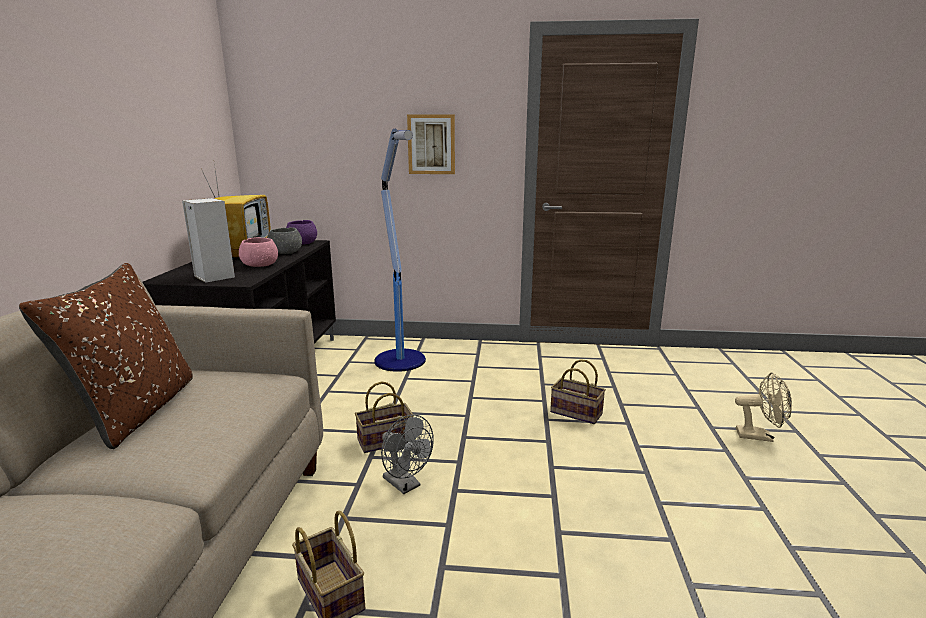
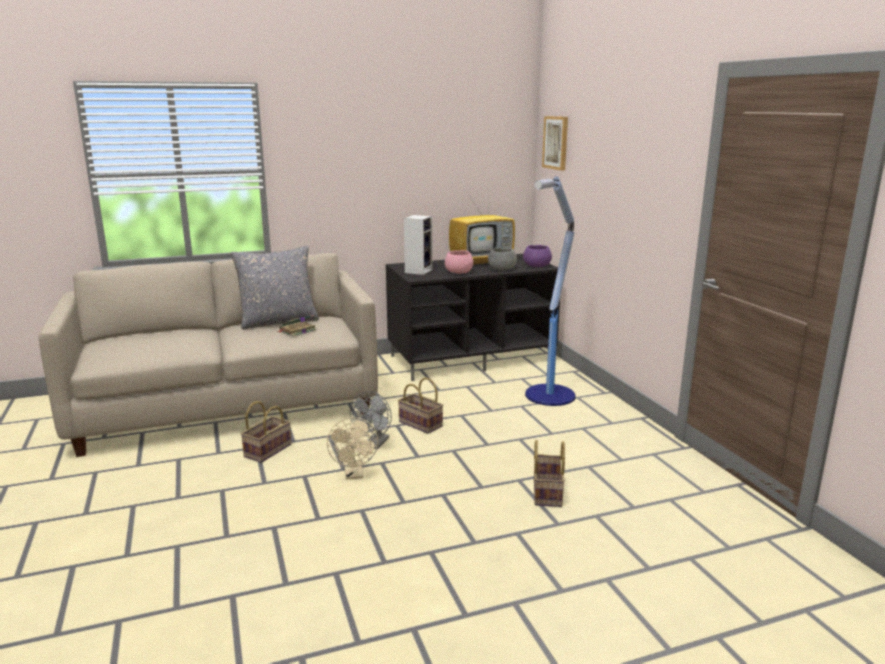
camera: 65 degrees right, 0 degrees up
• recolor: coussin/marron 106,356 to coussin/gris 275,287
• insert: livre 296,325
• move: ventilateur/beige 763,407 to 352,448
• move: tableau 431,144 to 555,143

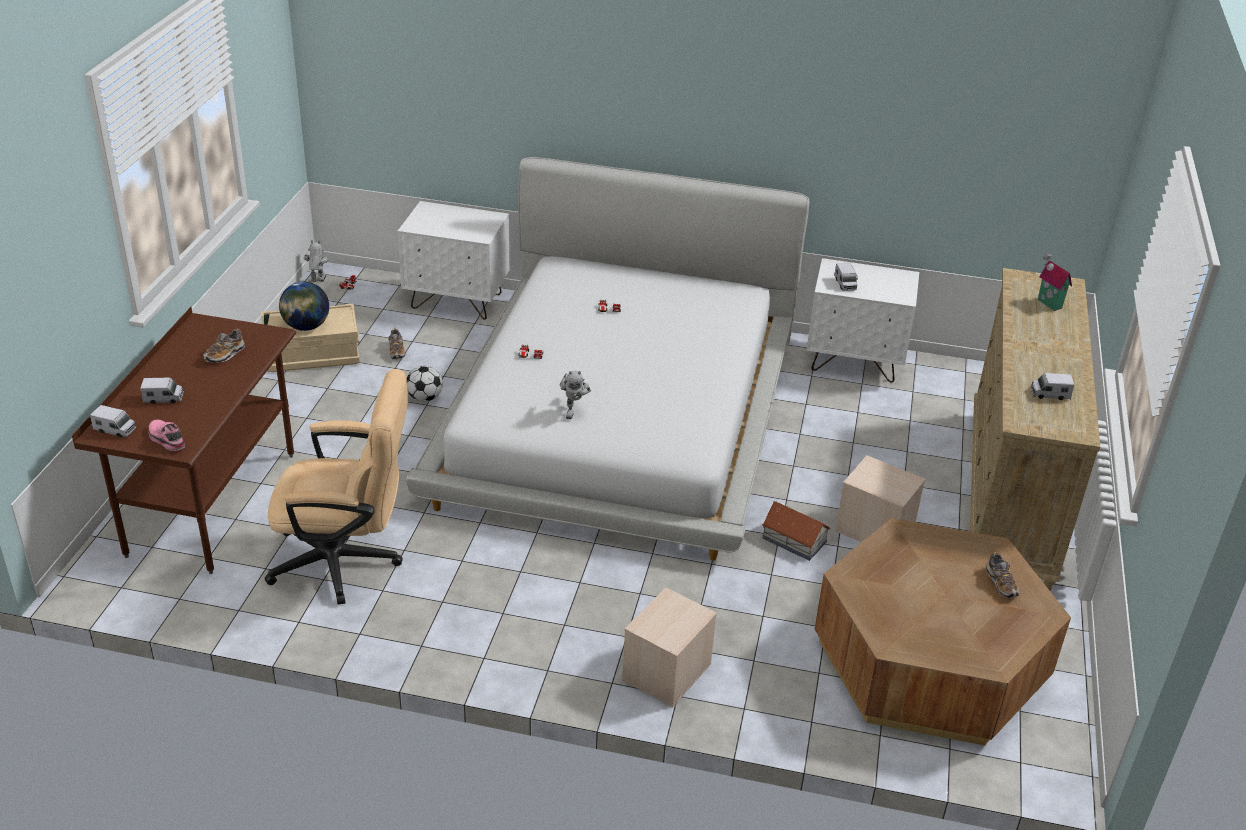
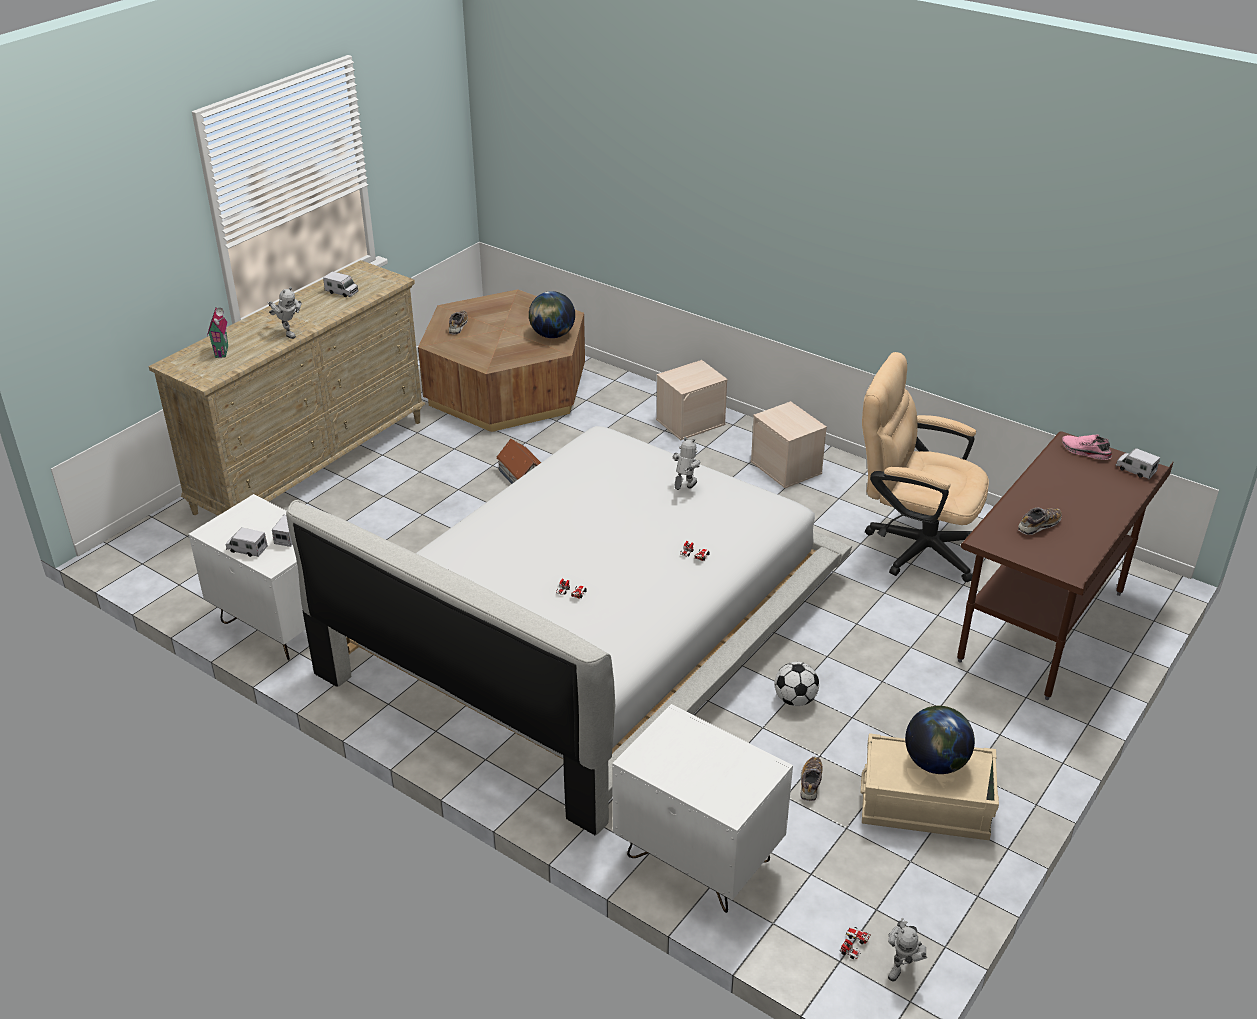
camera: 155 degrees left, 0 degrees up
• move: camion jouet 162,391 to 247,542
• insert: robot jouet 284,313
• insert: globe 552,314
• move: boîte de rangement/beige 880,498 to 788,444
• rotate: chaussure/rose 167,435 = 1087,447 150 degrees clockwise

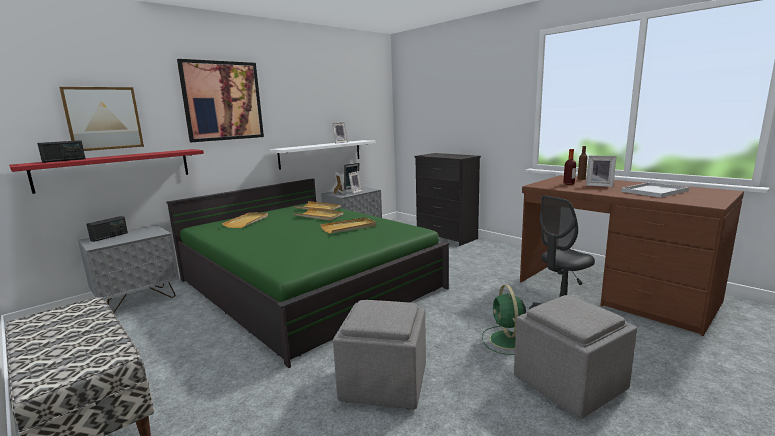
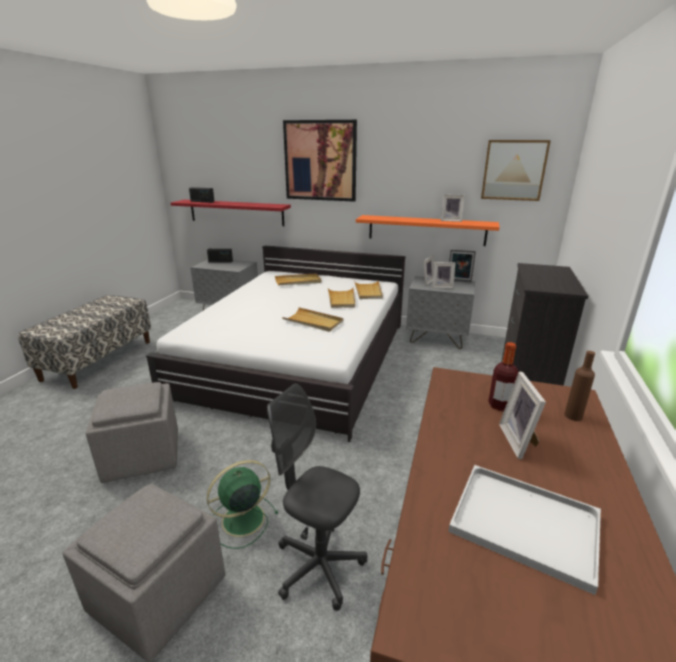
camera: 60 degrees right, 10 degrees up
• recolor: lit/vert 308,273 to lit/blanc 276,343
• recolor: étagère/blanc 323,155 to étagère/orange 428,230
• move: tableau 101,119 to 516,170

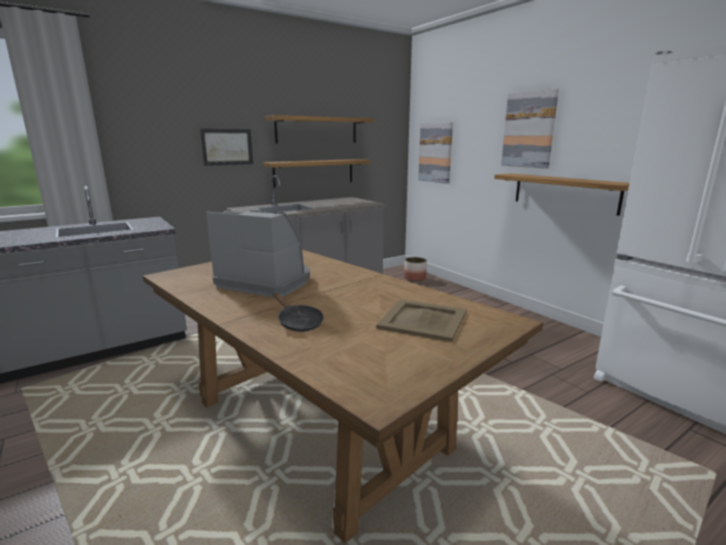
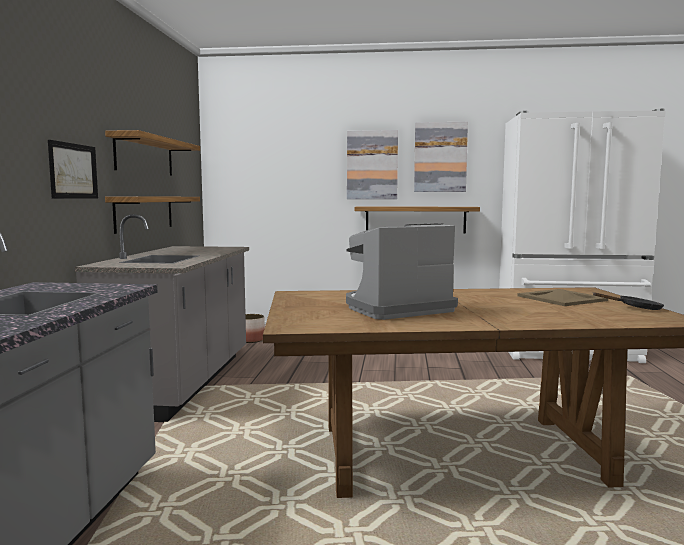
camera: 50 degrees left, 10 degrees down
• move: tableau 435,153 to 441,157
• move: poêle/noir 298,312 to 628,301

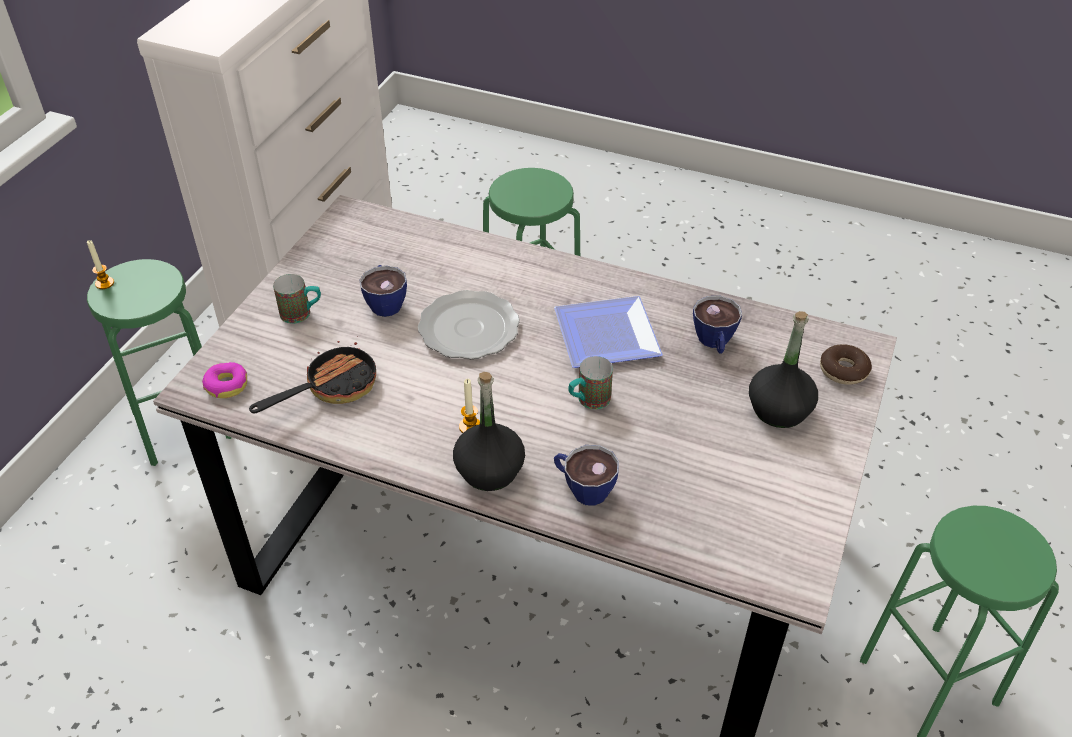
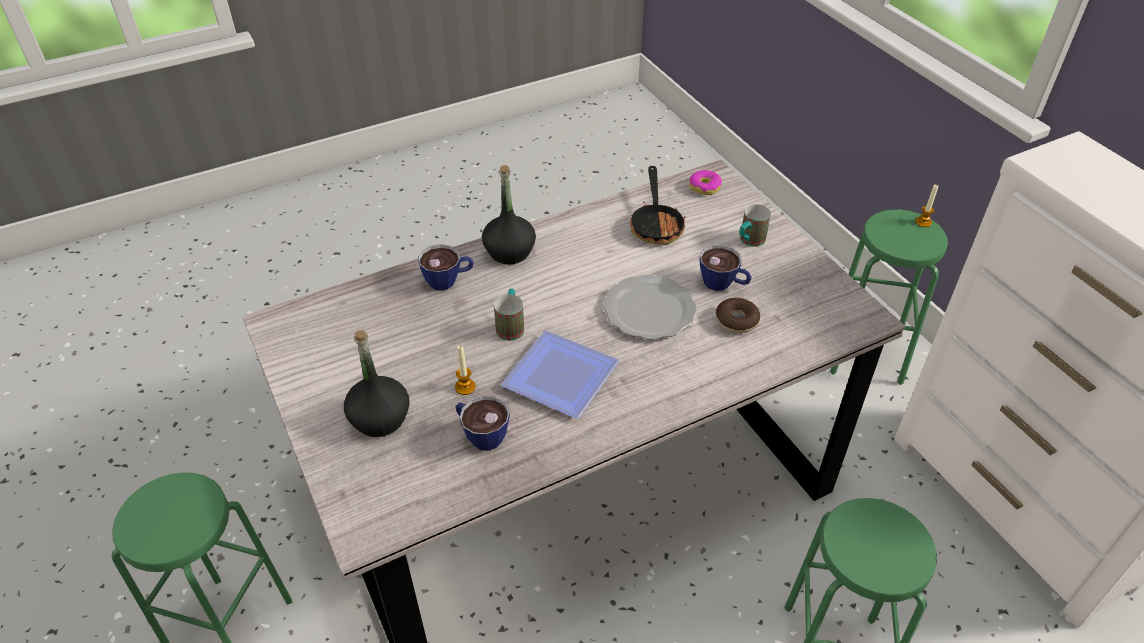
camera: 130 degrees right, 0 degrees up
• move: bougie 469,406 to 465,370
• move: beignet 846,364 to 738,315

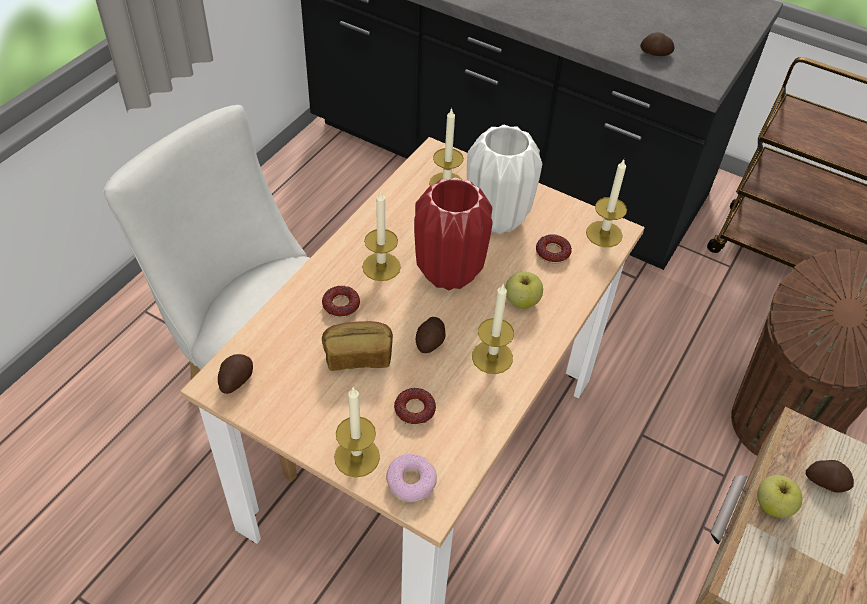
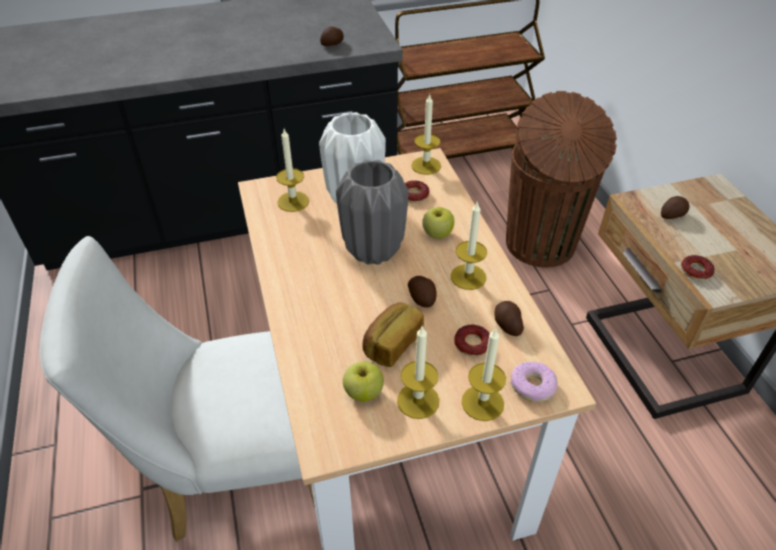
camera: 45 degrees left, 5 degrees down
• recolor: vase/rouge 453,234 to vase/gris 372,212
• move: pomme 780,496 to 363,381
• move: bougie 381,235 to 418,372
• move: pomme de terre 235,374 to 509,318
• move: beignet 341,302 to 698,268

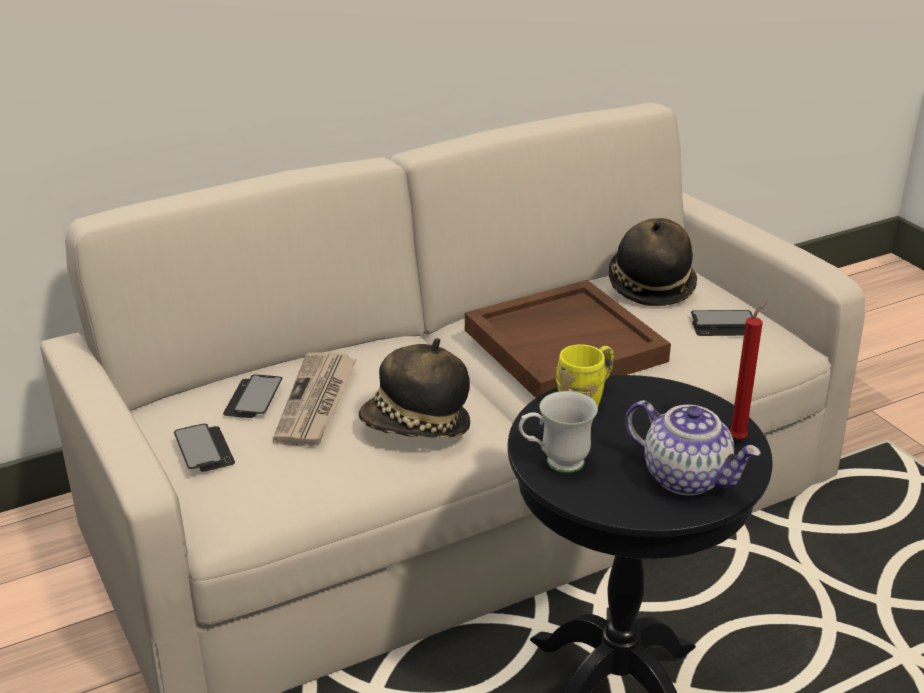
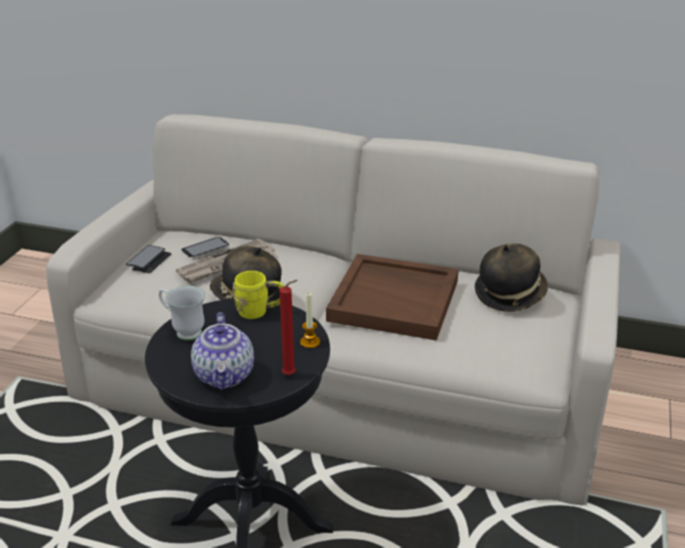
camera: 45 degrees right, 0 degrees up
• insert: bougie 310,320
• delete: téléphone 722,323

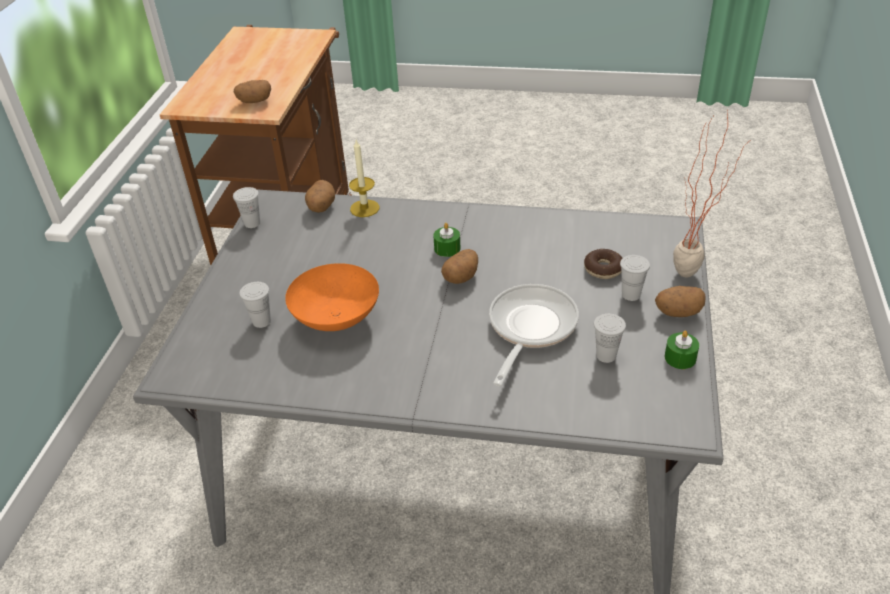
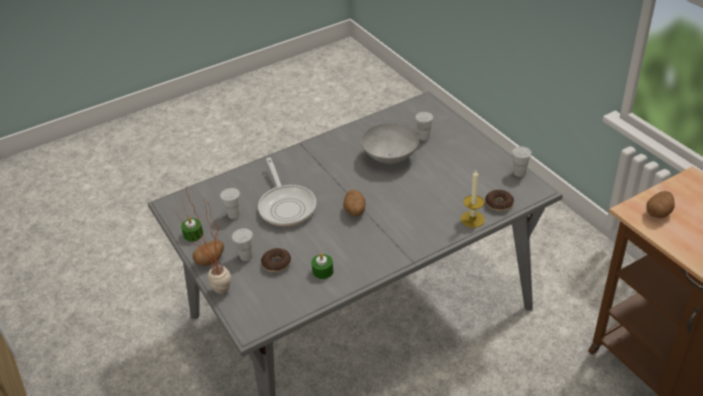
camera: 140 degrees right, 0 degrees up
• move: bougie/vert 447,240 to 322,266
• recolor: bol/orange 332,297 to bol/gris 390,143
• replace: pomme de terre 320,196 to beignet 499,201

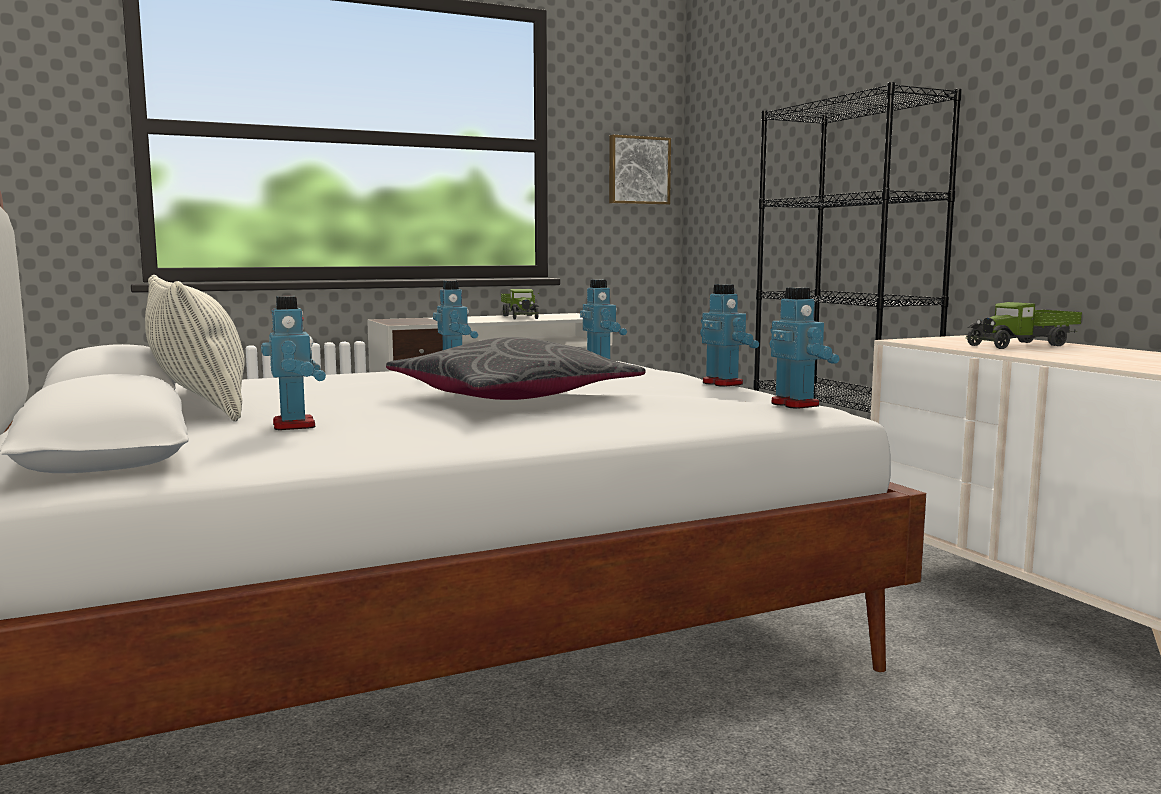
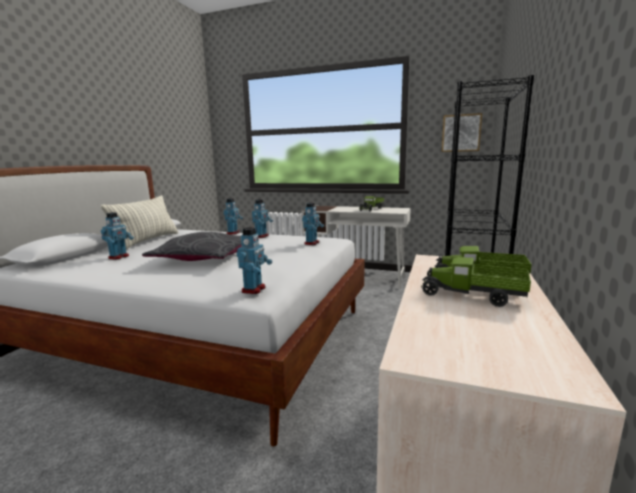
camera: 45 degrees right, 5 degrees up
• move: robot jouet 729,335 to 233,216
• insert: camion jouet 476,282

